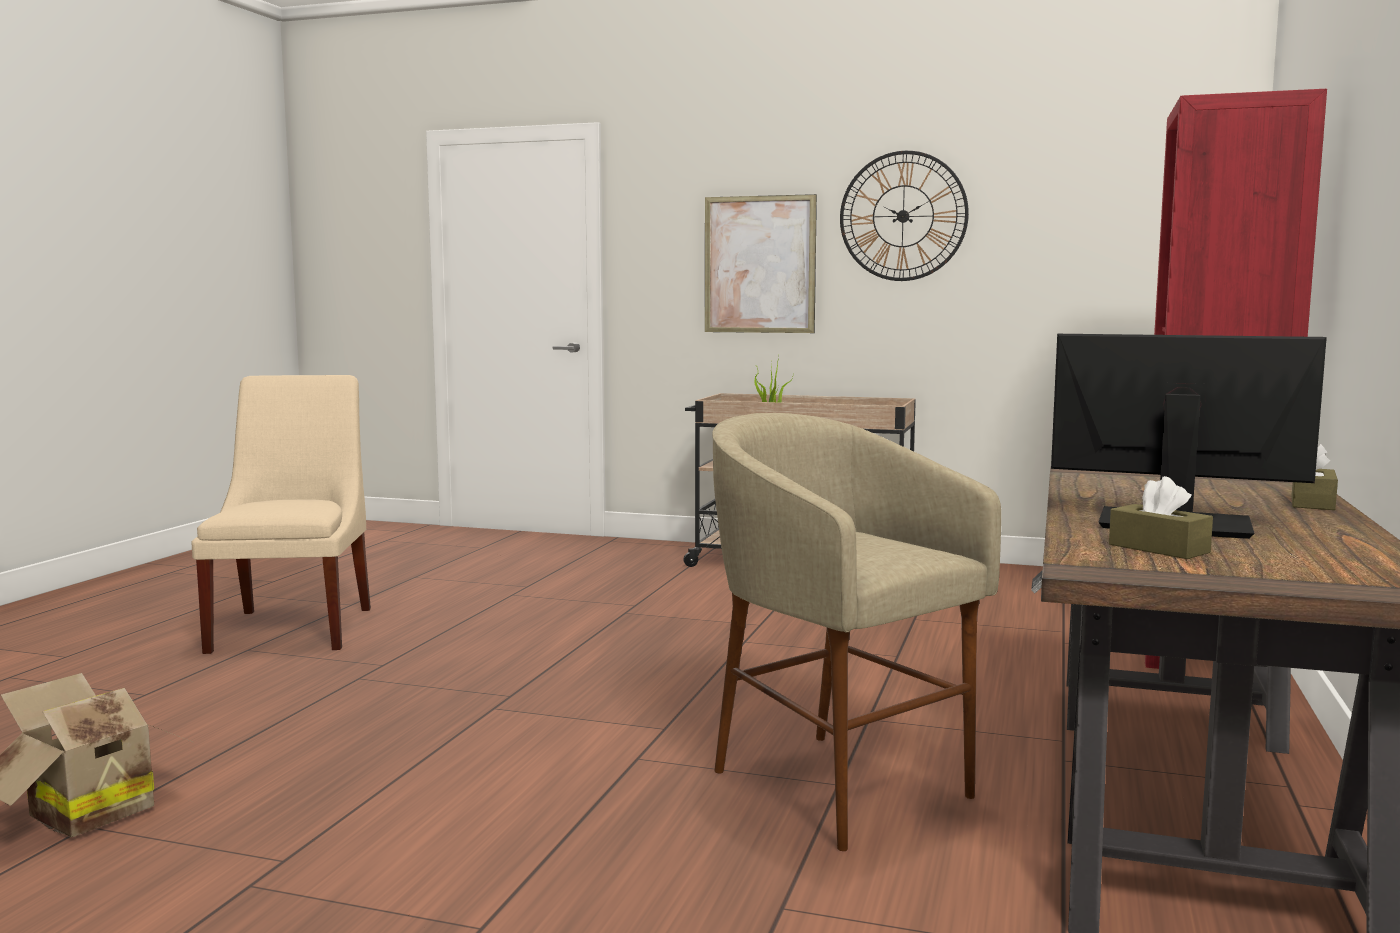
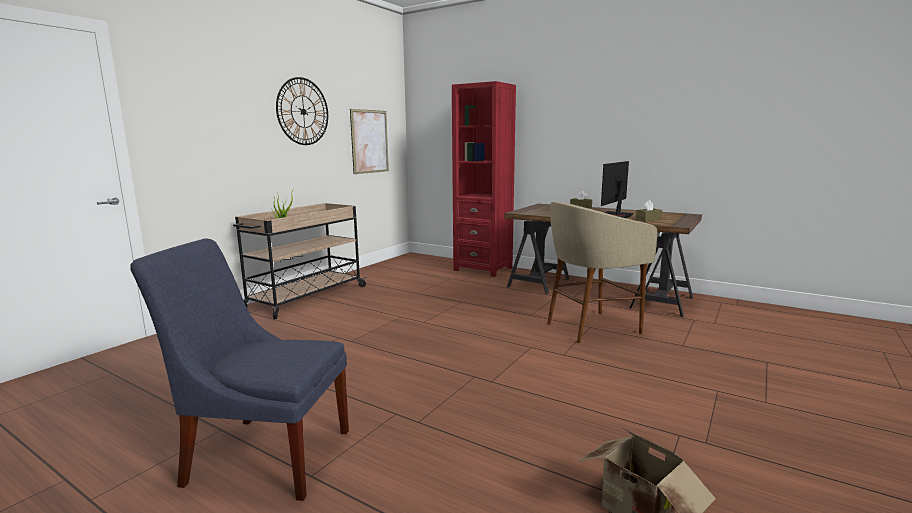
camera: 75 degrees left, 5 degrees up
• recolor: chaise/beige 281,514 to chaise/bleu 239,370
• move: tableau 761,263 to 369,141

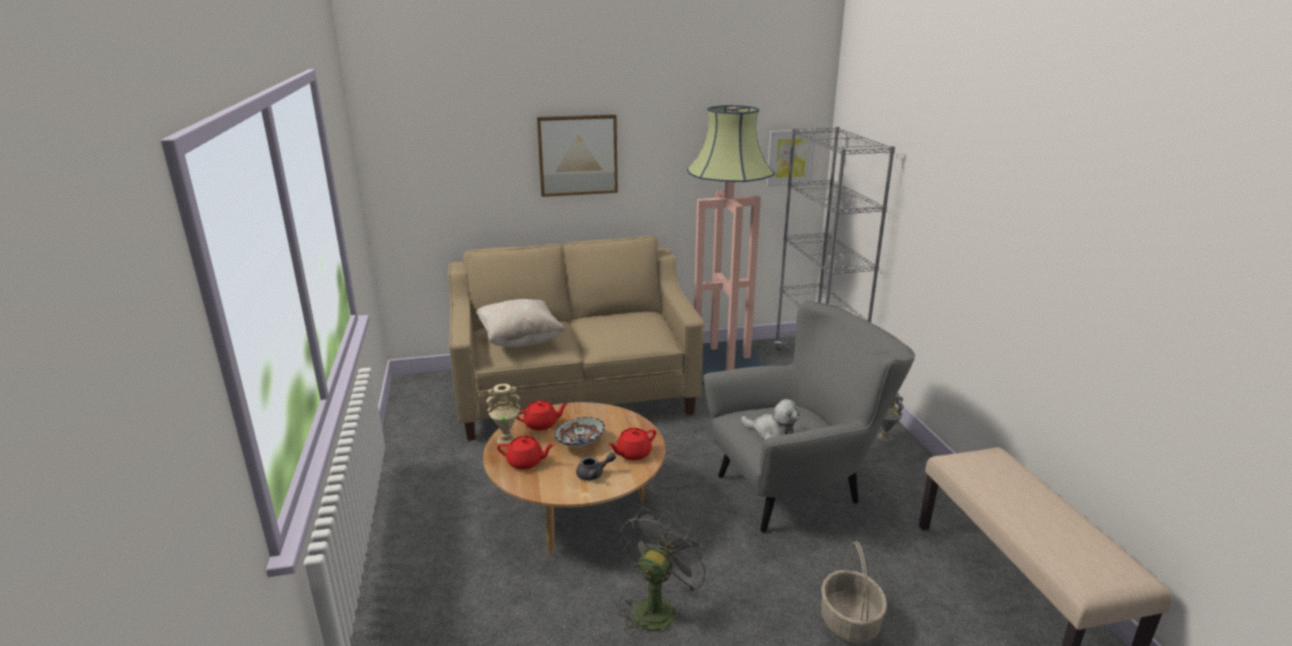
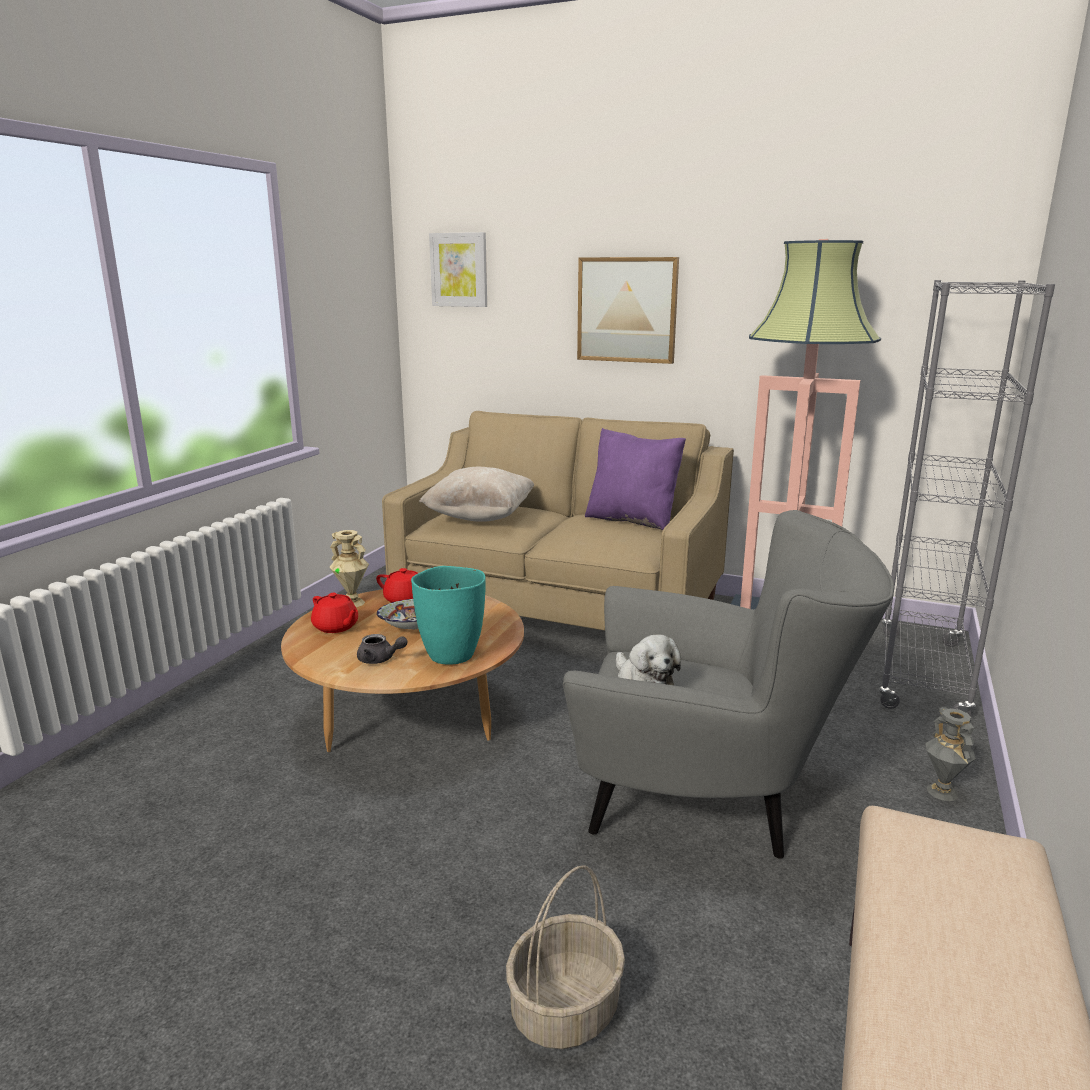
camera: 35 degrees right, 5 degrees down
• replace: théière/rouge 632,444 to vase/turquoise 448,615
• move: tableau 791,157 to 458,269
• insert: coussin/violet 635,479
• delete: ventilateur/gris 665,571

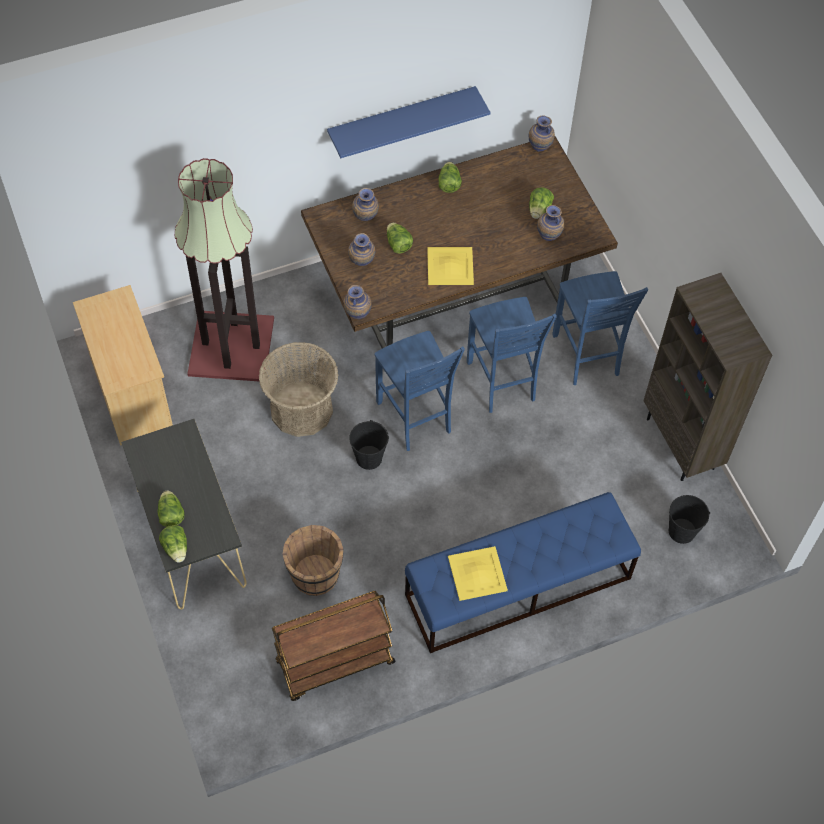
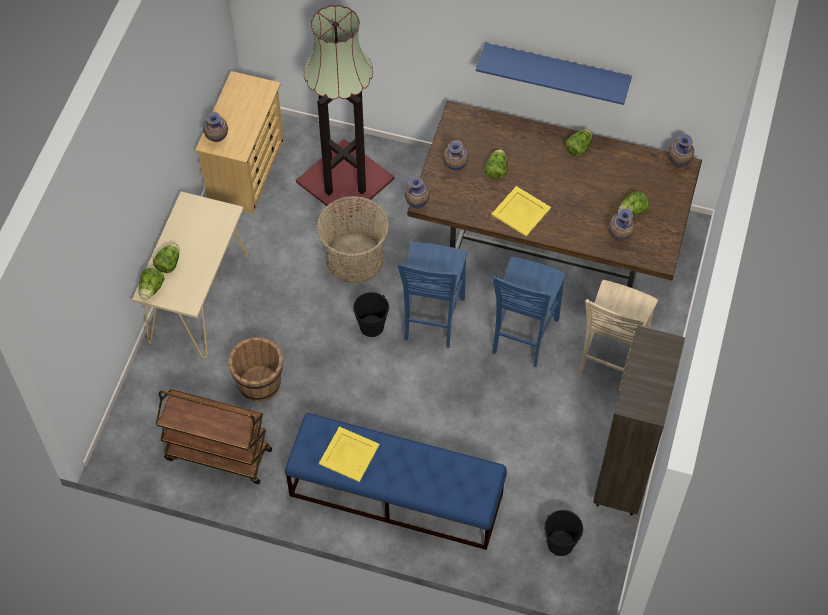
camera: 40 degrees right, 0 degrees up
• recolor: table console/noir 184,514 to table console/beige 190,275
• move: vase 365,204 to 215,127
• recolor: chaise/bleu 600,328 to chaise/beige 618,336

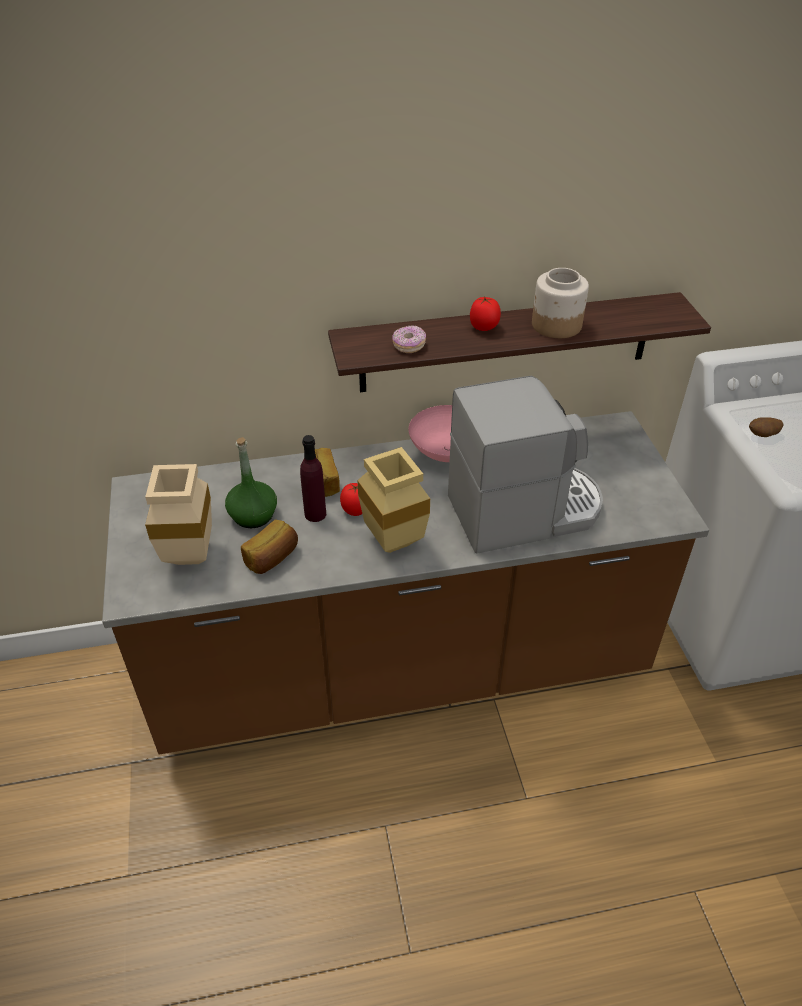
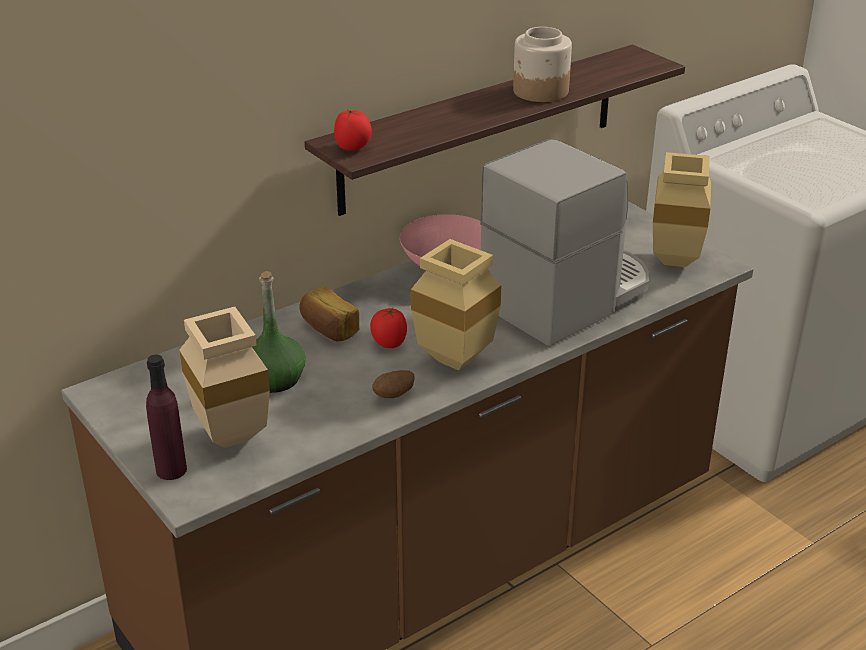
camera: 25 degrees left, 10 degrees down
• move: bouteille/violet 313,478 to 166,417
• move: tomate 485,313 to 353,130
• move: pomme de terre 766,427 to 393,384
• insert: vase/beige 682,209
• delete: pain 269,547
• delete: beignet 409,339

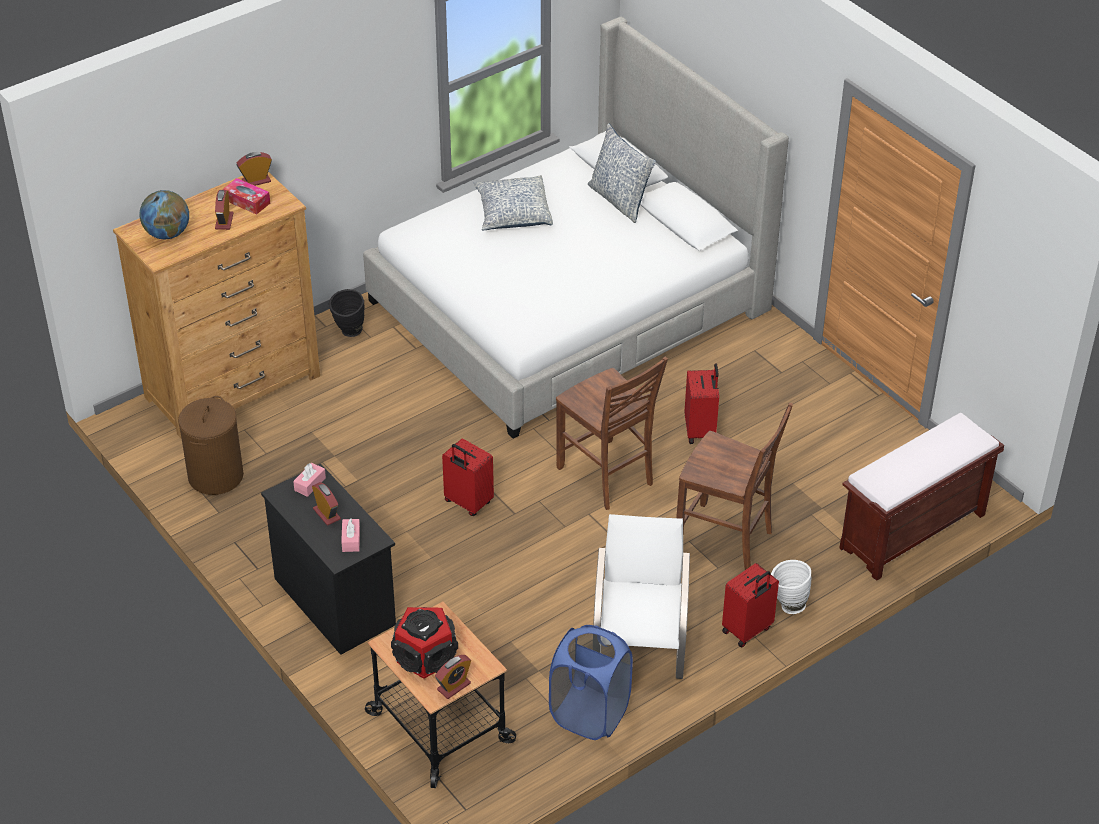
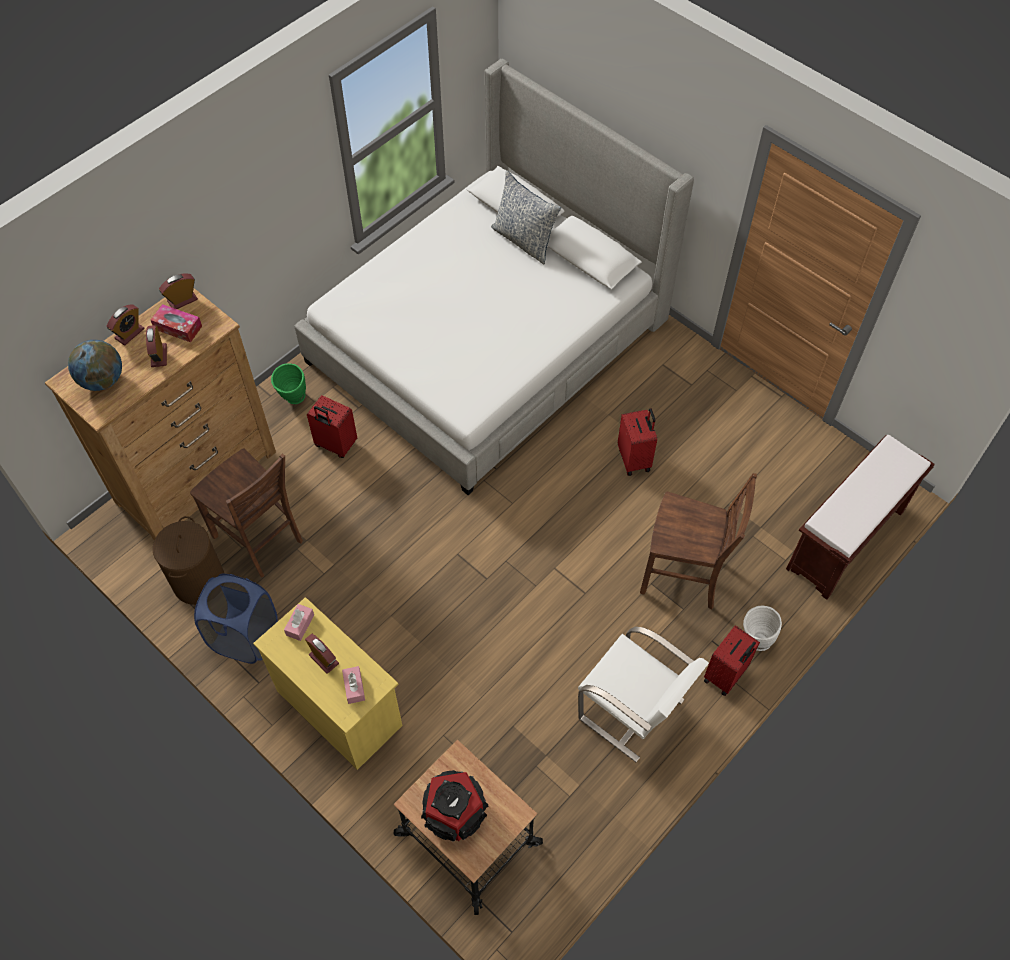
camera: 10 degrees left, 15 degrees up
• move: réveil 453,677 to 125,324
• move: chaise/marron 612,433 to 246,513
• move: panier à linge/bleu 591,682 to 236,619
• recolor: commode/noir 328,559 to commode/jaune 328,683
• recolor: vase/noir 347,313 to vase/vert 288,383
• move: valise/rouge 468,477 to 332,426
• rotate: chaise/blanc 641,596 = 643,694 135 degrees clockwise
• delete: coussin 513,202

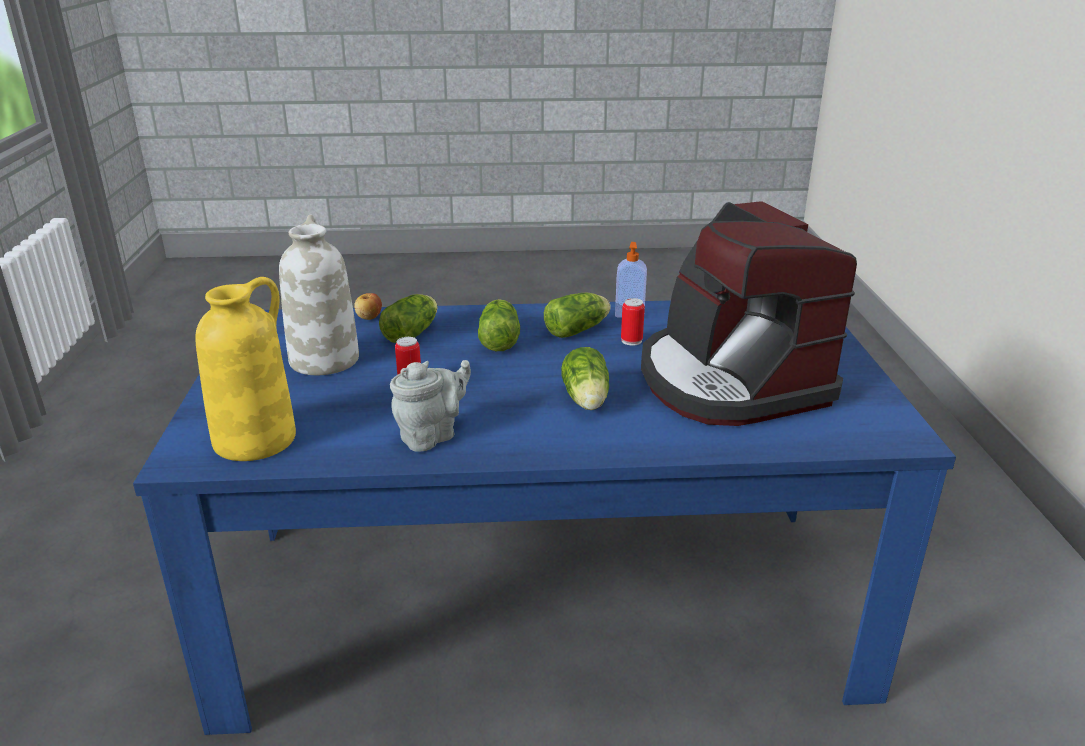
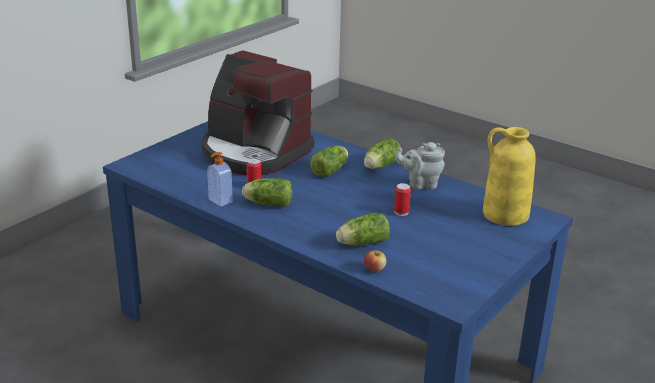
camera: 140 degrees left, 0 degrees up
• rotate: machine à café 749,313 = 257,113 105 degrees clockwise
• move: laitue 499,325 to 382,153
• delete: vase/blanc 319,294

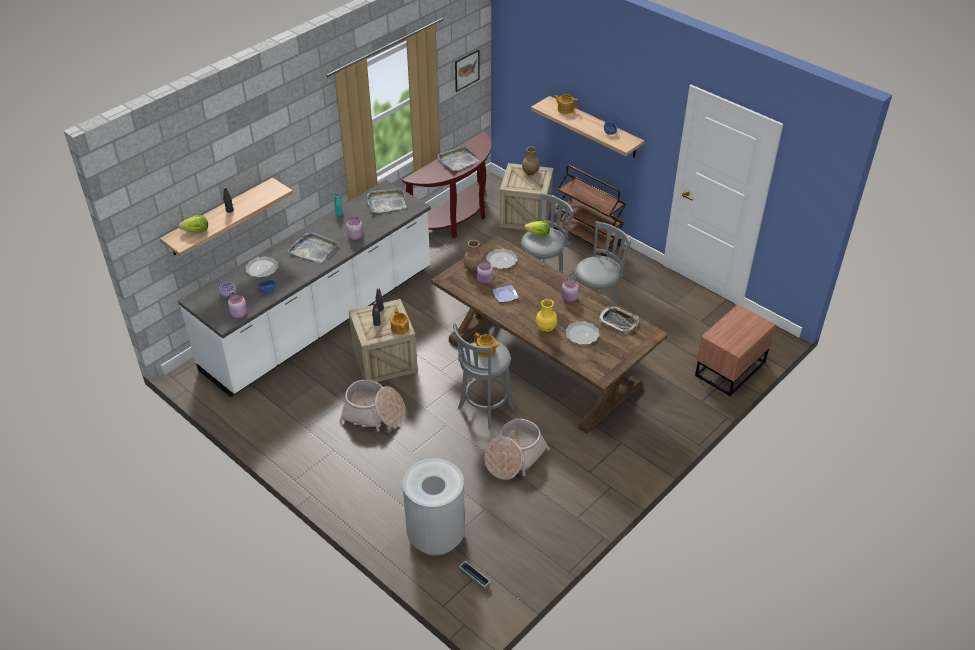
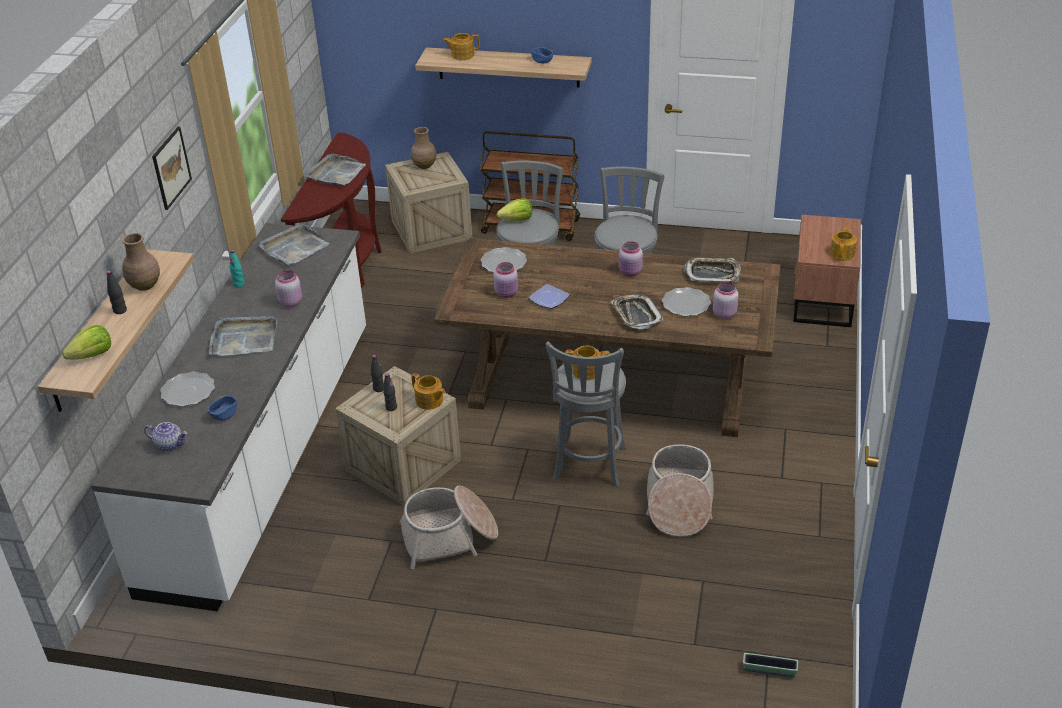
camera: 30 degrees left, 5 degrees down
• move: vase/marron 473,256 to 141,262
• move: tableau 467,70 to 172,168
• replace: vase/jaune 547,315 to plateau 637,311
• move: bocal/rose 237,305 to 726,300
• insert: théière 843,243
• delete: poubelle/gris 434,507

